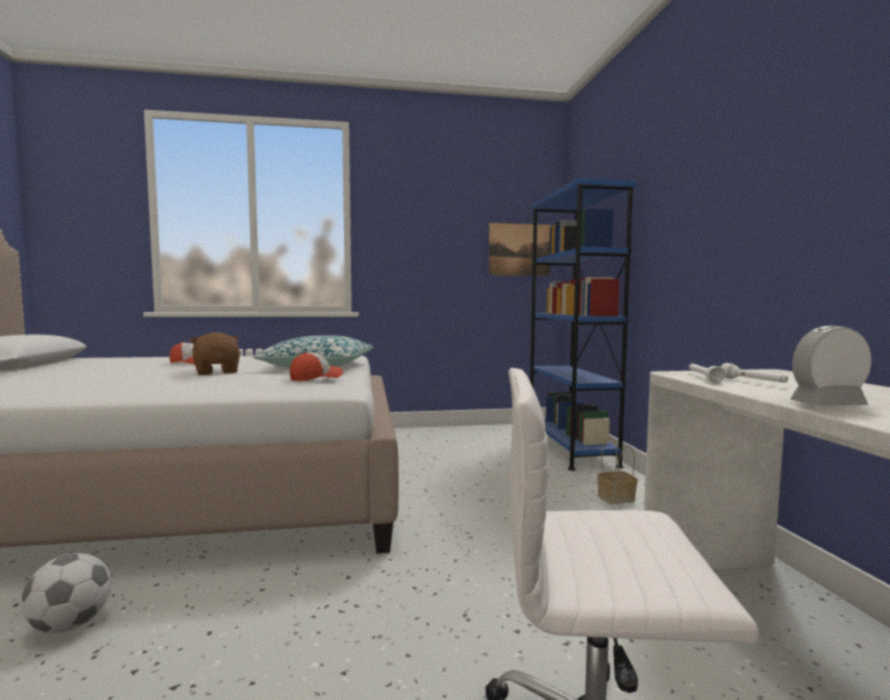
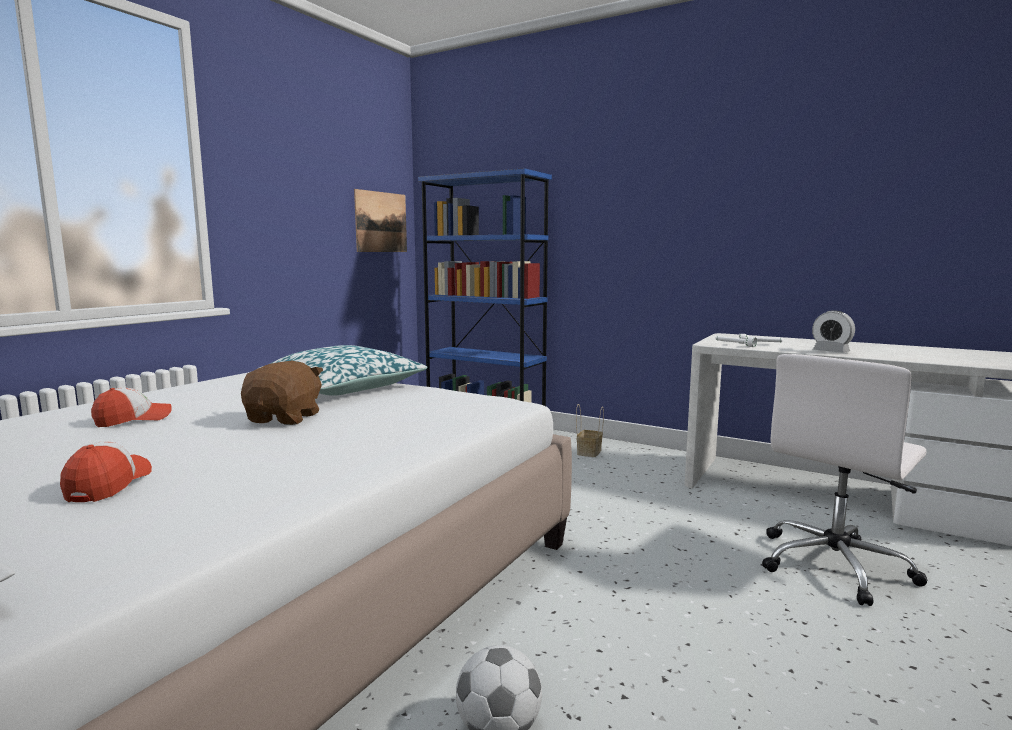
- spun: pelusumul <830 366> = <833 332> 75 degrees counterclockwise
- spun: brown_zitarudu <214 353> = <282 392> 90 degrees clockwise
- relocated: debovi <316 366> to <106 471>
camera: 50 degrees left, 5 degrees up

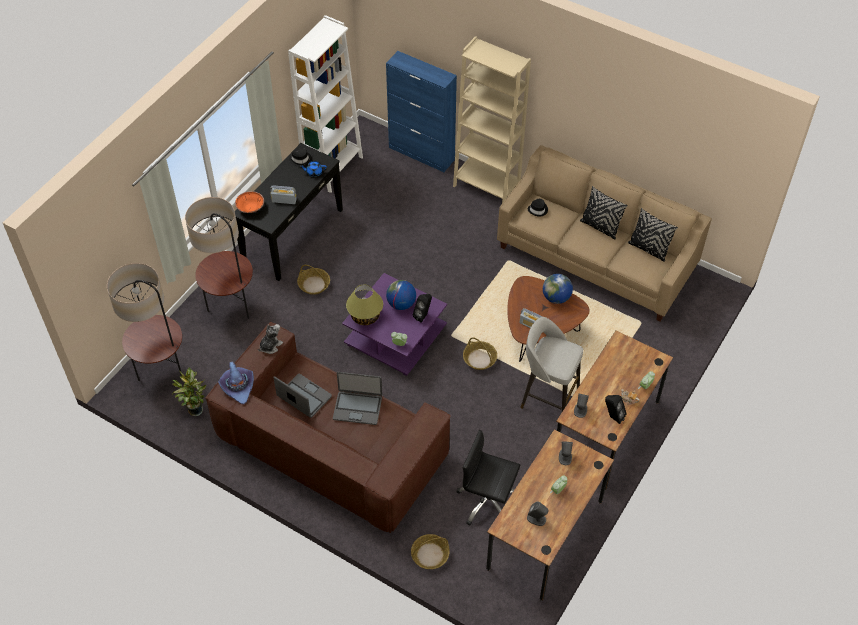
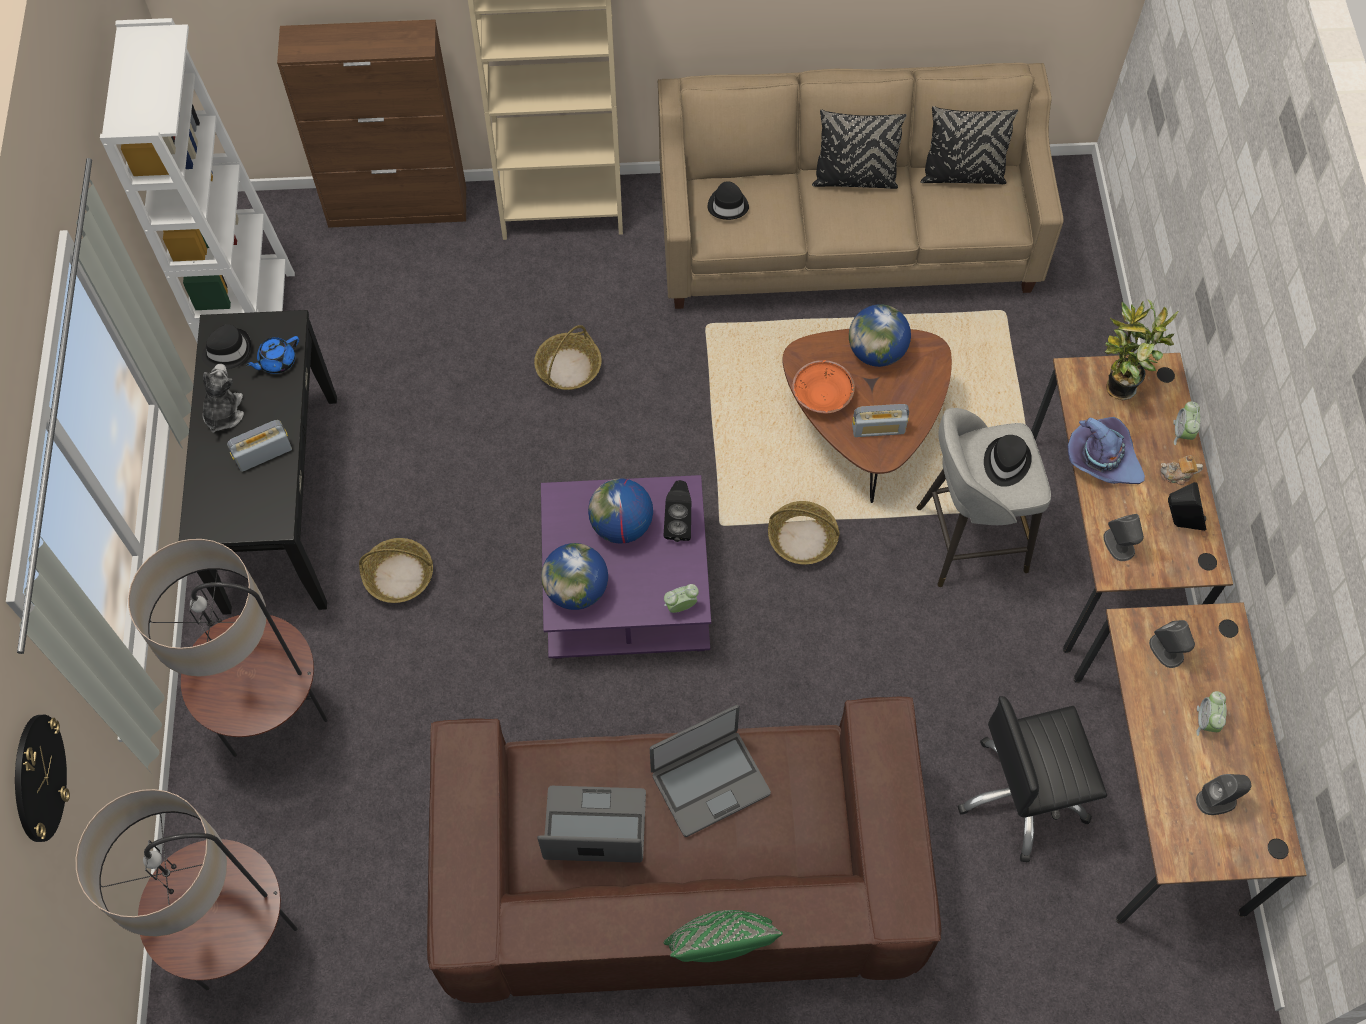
- colour: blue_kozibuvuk <421 111> to brown_kozibuvuk <371 123>
- relocated: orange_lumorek <249 202> to <823 386>
- exchanged: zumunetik <364 304> to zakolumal <574 576>
- relocated: zitarudu <270 339> to <223 398>
- relocated: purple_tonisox <236 382> to <1106 450>
- relocated: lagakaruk <189 391> to <1142 350>
- relocated: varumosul <430 551> to <568 357>
- appeared: black_tonisox <1008 461>
- appeared: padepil <42 778>
- appeared: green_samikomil <723 936>
camera: 35 degrees left, 10 degrees up

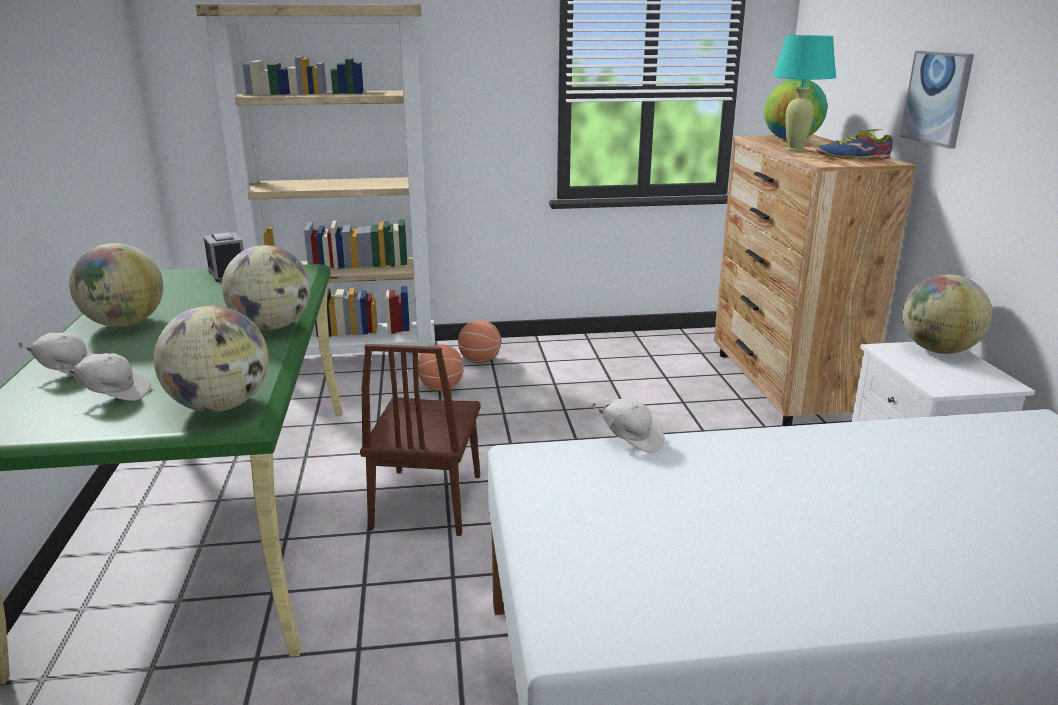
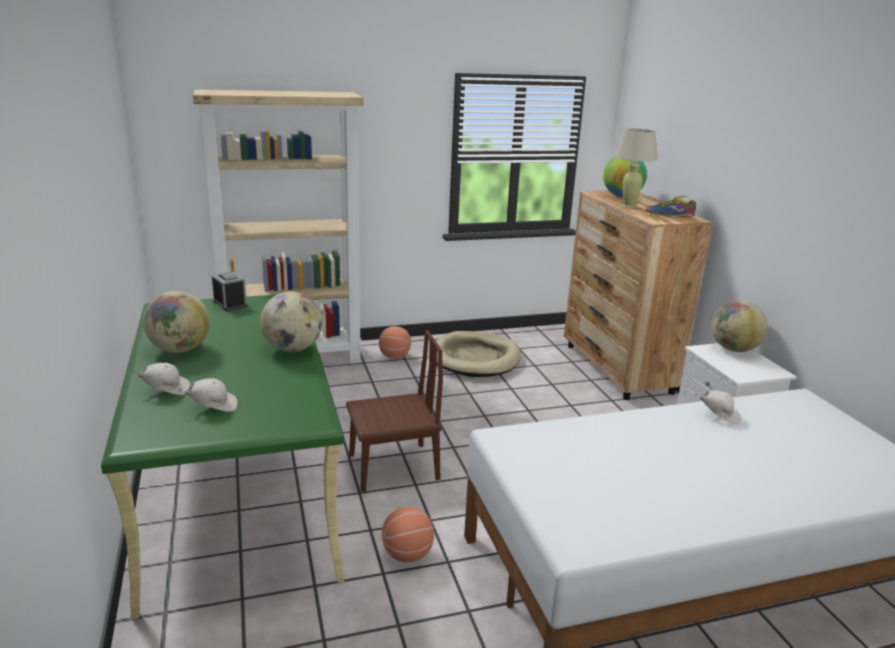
- colour: turquoise_zumunetik <804 93> to beige_zumunetik <636 168>
- missing: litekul <937 100>
- missing: zakolumal <211 359>
- spun: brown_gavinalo <420 440> = <394 411> 105 degrees counterclockwise
- relocated: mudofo <440 367> to <408 534>
- relocated: white_debovi <628 426> to <718 407>
- appeared: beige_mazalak <478 354>
camera: 10 degrees left, 0 degrees up

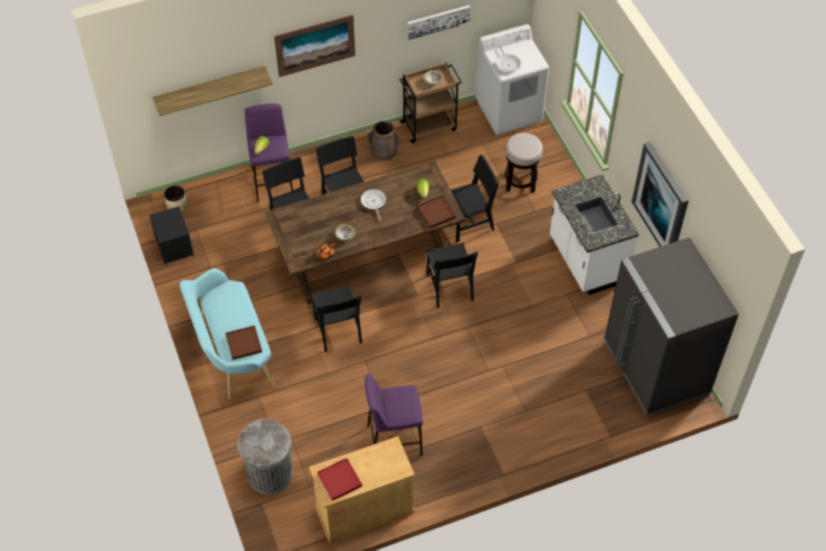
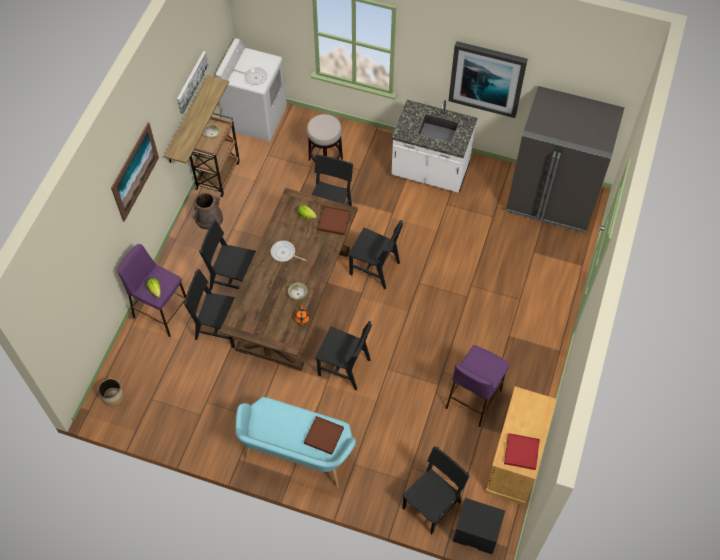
- relocated: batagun <213 91> to <196 119>
- relocated: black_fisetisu <171 236> to <479 526>
- exchanged: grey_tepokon <264 457> to black_gavinalo <436 490>
camera: 50 degrees left, 5 degrees up

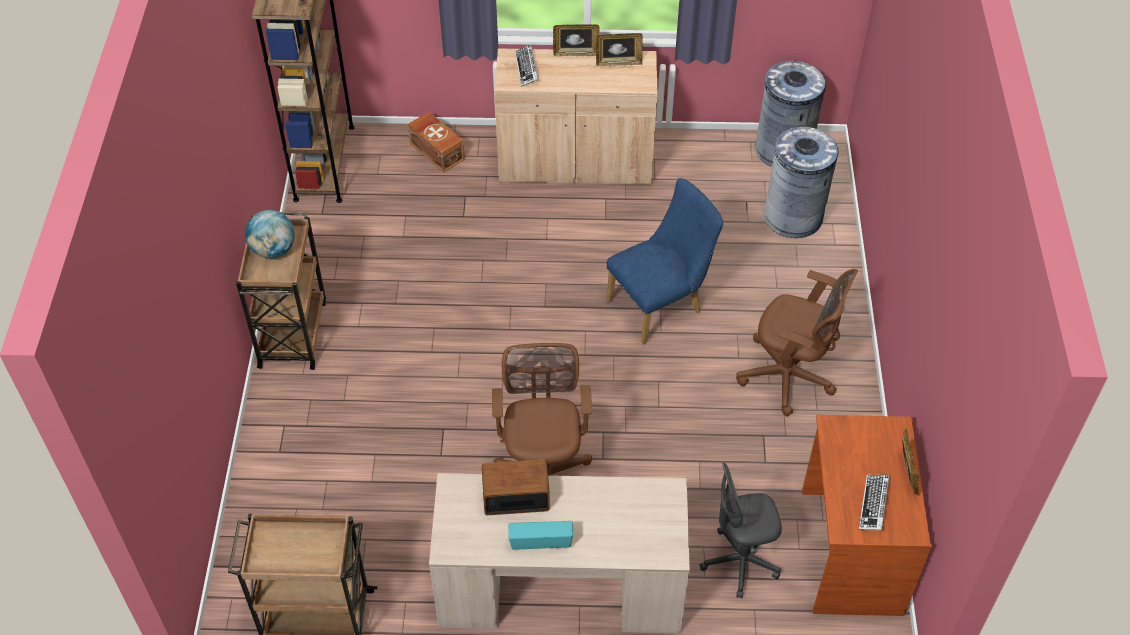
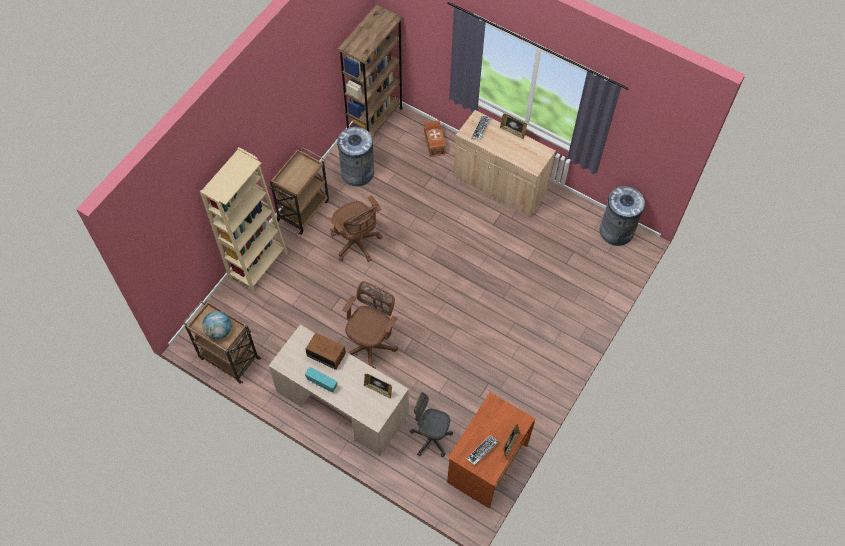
- relocated: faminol <619 49> to <378 386>
- relocated: grey_tepokon <800 182> to <355 156>
- missing: blue_gavinalo <665 261>
- relocated: zakolumal <270 234> to <216 325>
- relocated: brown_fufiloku <797 342> to <356 229>
- appeared: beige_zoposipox <244 220>
camera: 30 degrees right, 10 degrees up

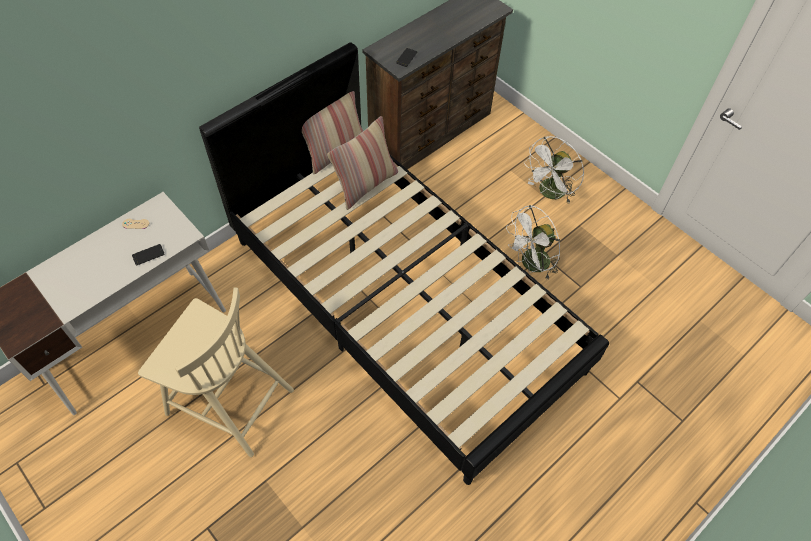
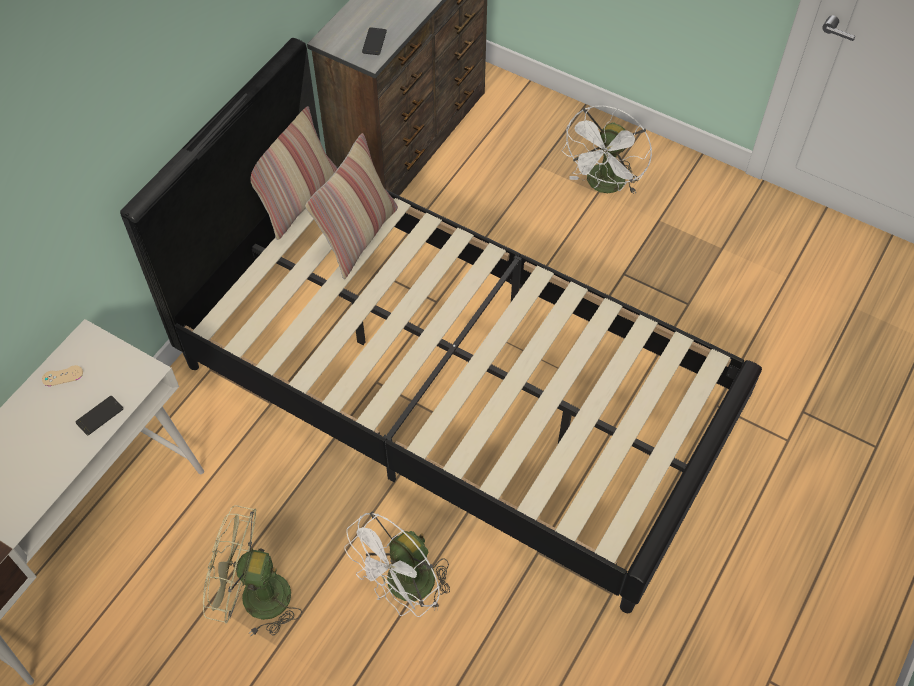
- relocated: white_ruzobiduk <533 242> to <397 564>
- exchanged: beige_gavinalo <216 372> to green_ruzobiduk <252 570>
camera: 15 degrees left, 0 degrees up

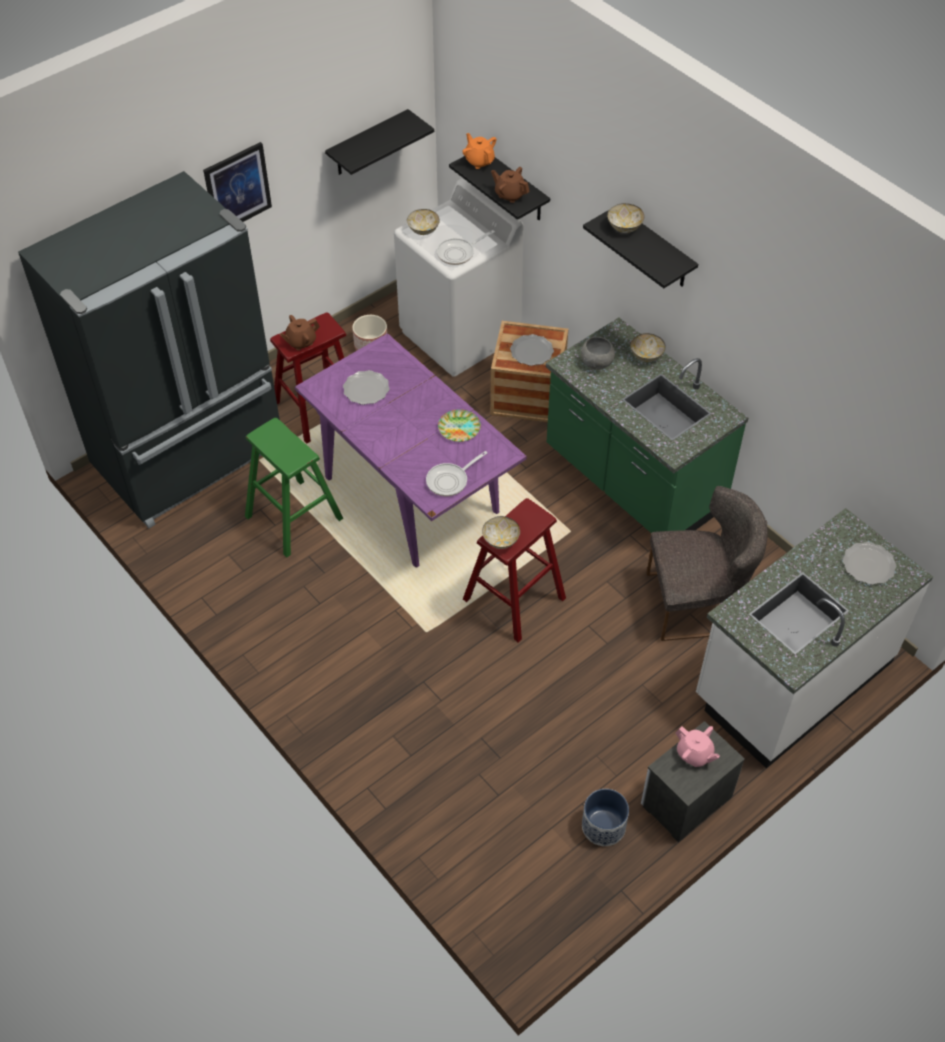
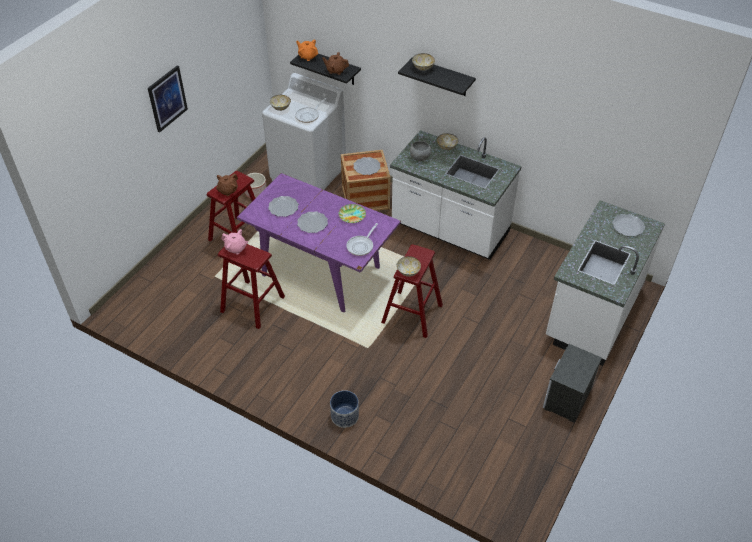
- missing: black_batagun <379 142>
- missing: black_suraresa <149 349>
- colour: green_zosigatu <647 425> to white_zosigatu <456 195>
- colour: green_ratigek <294 488> to red_ratigek <251 286>
- missing: grey_gavinalo <707 563>
- relocated: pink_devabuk <697 746> to <234 242>
- relocated: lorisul <605 817> to <344 409>
- appeared: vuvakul <312 222>
camera: 20 degrees left, 5 degrees down

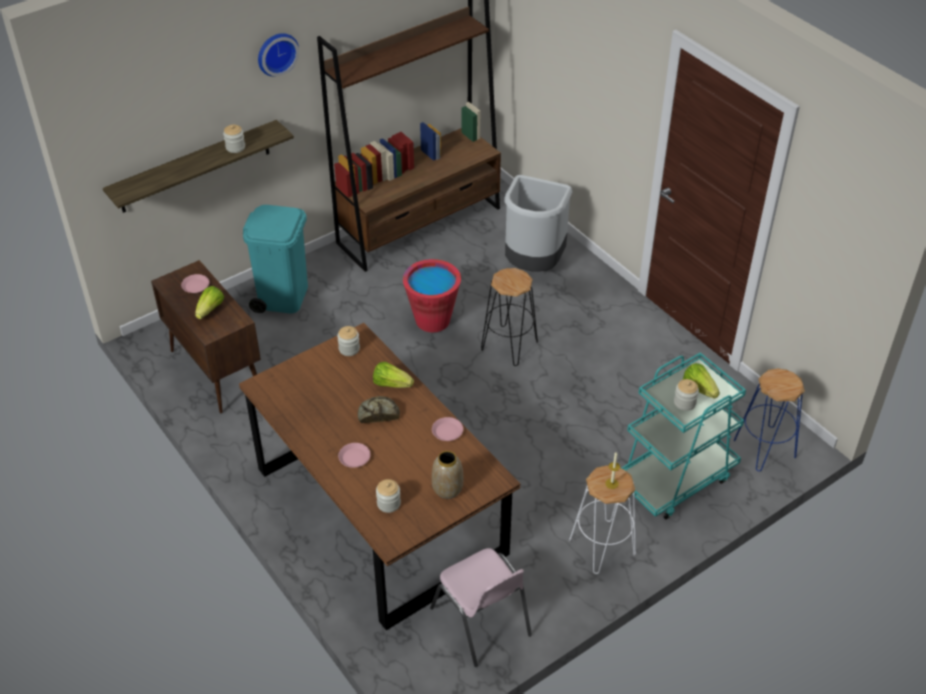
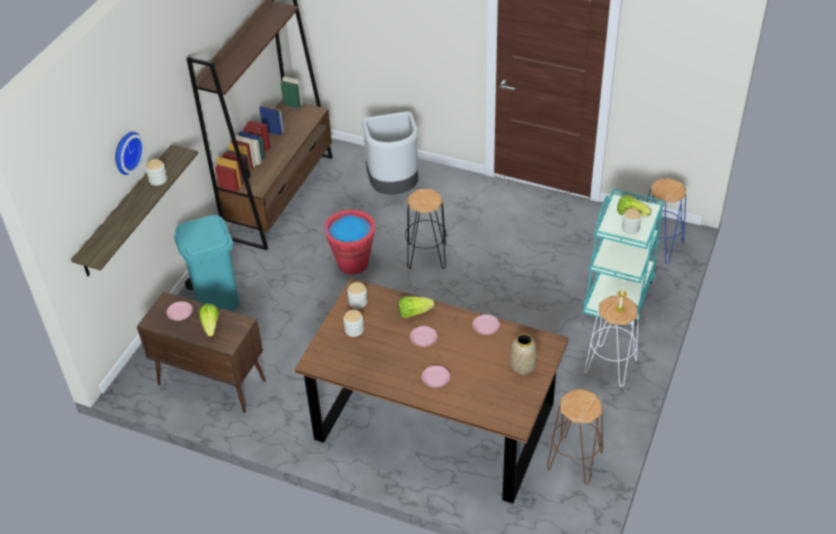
- relocated: padepil <278 55> to <130 153>
- exchanged: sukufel <379 409> to pink_vuvakul <423 336>
- relocated: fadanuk <388 496> to <353 323>
- exchanged: pink_gavinalo <481 607> to brown_ratigek <575 436>
camera: 30 degrees left, 0 degrees up

